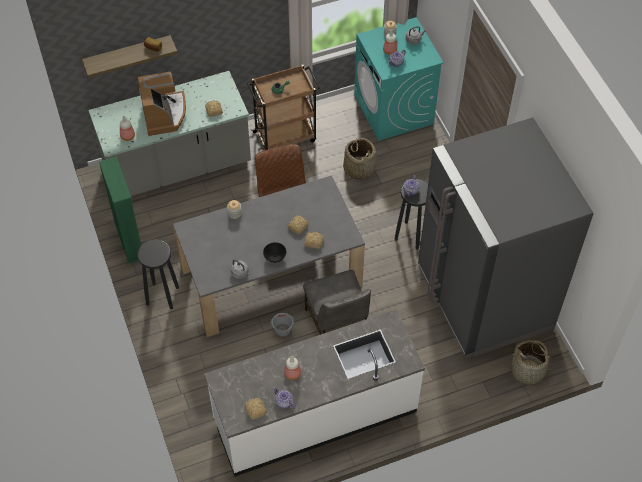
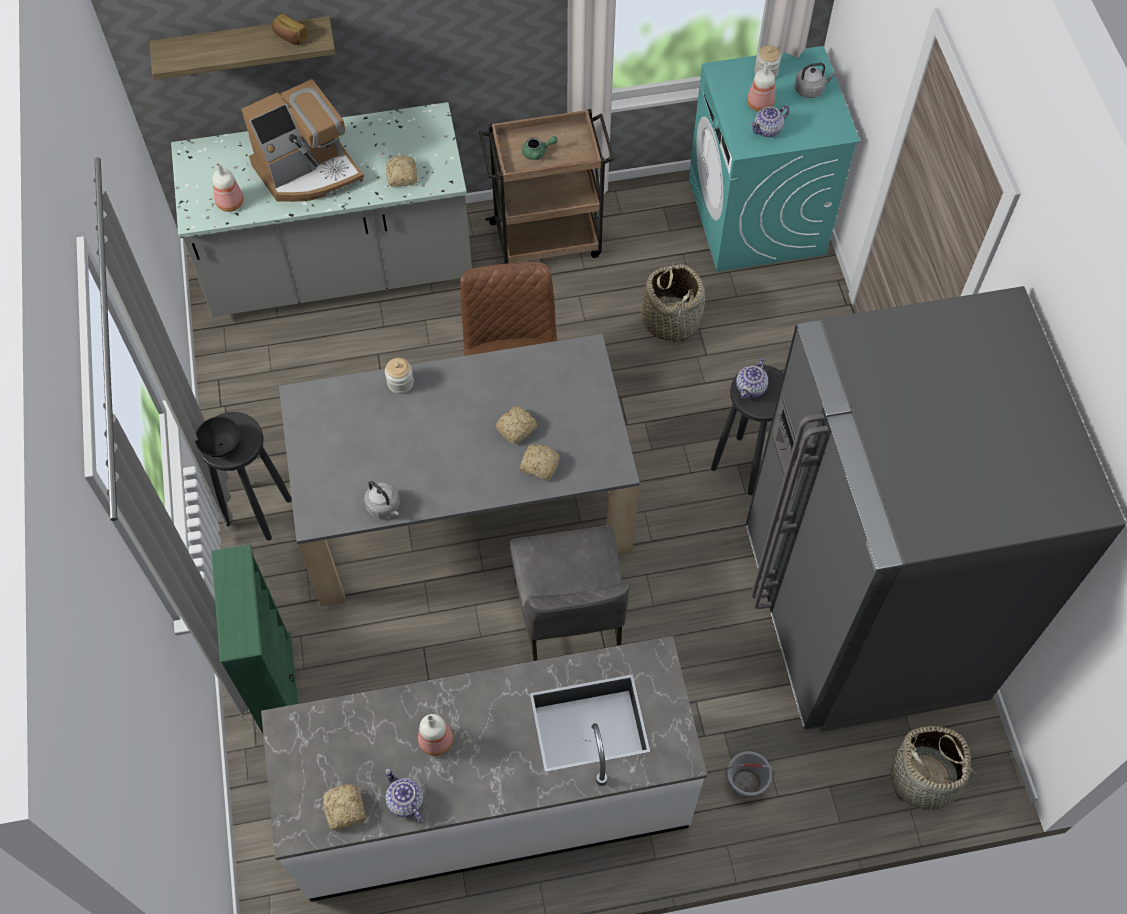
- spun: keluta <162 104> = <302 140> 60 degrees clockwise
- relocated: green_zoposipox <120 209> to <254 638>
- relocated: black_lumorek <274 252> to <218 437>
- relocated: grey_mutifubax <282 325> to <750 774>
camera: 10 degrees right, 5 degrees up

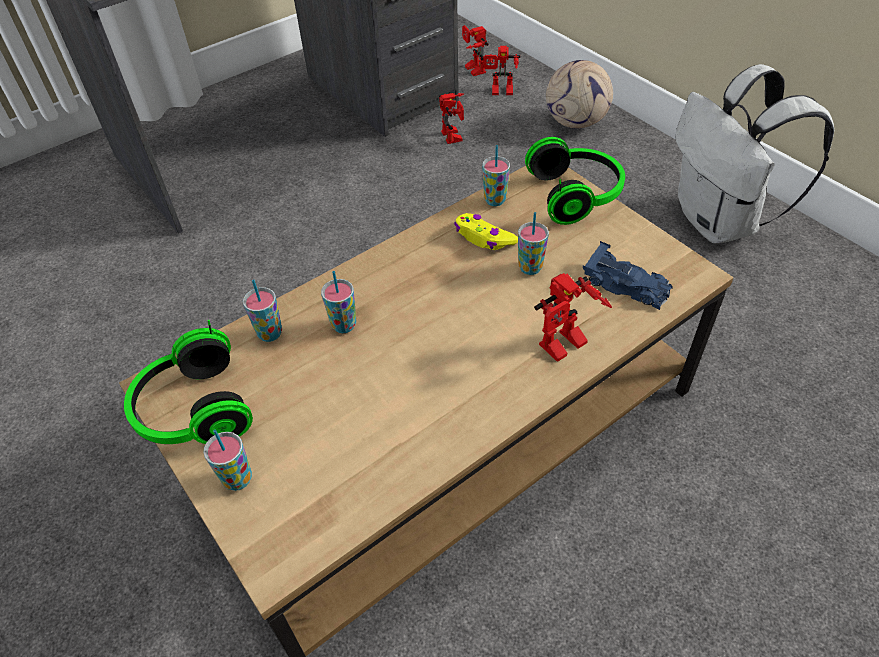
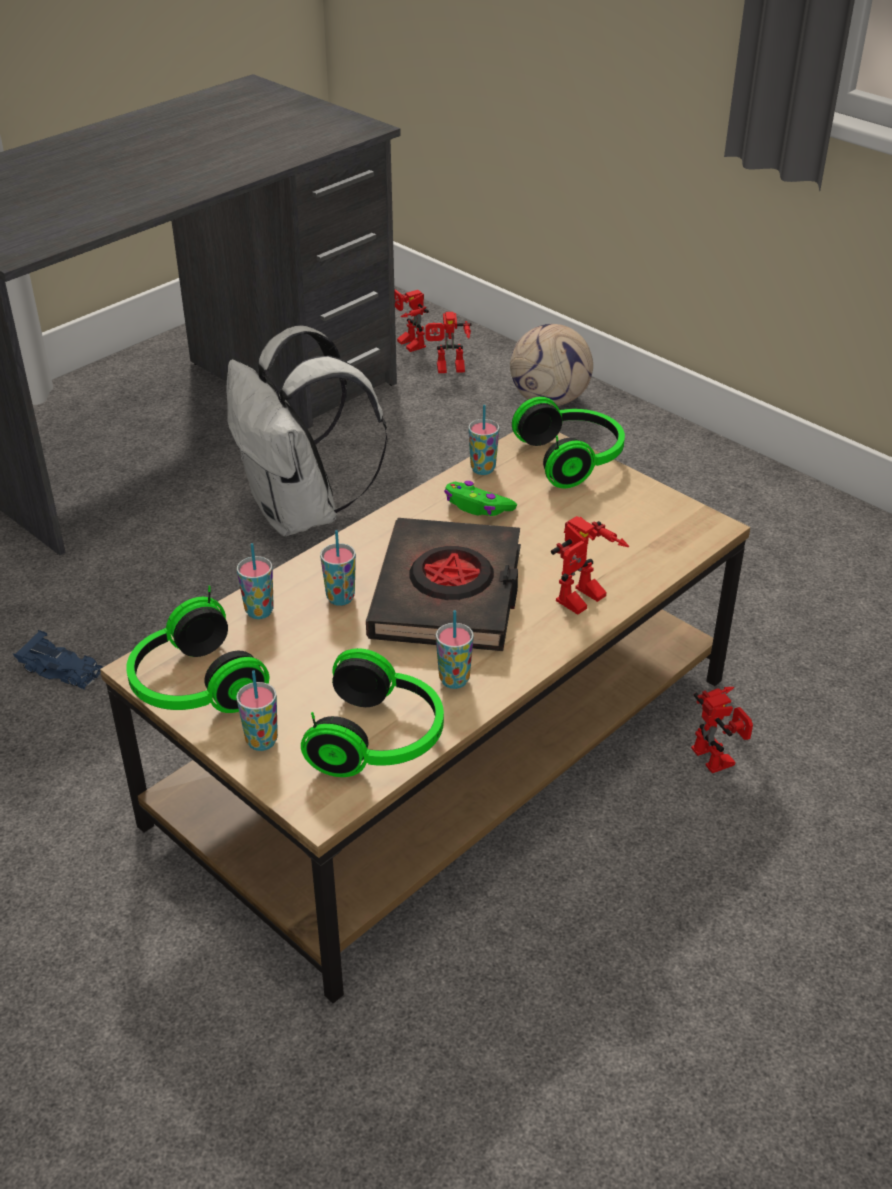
- relocated: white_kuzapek <755 154> to <307 430>
- relocated: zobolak <451 118> to <722 730>
- relocated: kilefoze <533 243> to <455 649>
- colour: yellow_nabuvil <486 231> to green_nabuvil <480 498>
- relocated: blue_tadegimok <628 275> to <58 660>
- appeared: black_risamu <443 584>
- appeared: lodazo <372 712>
camera: 10 degrees left, 10 degrees down

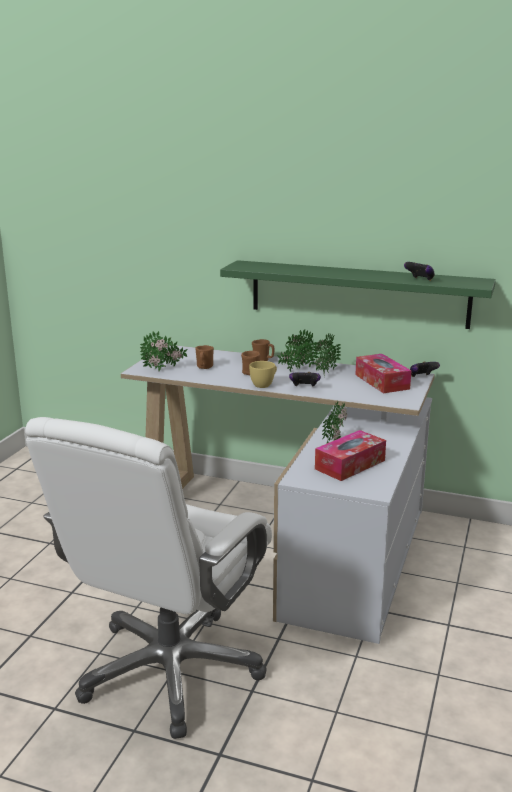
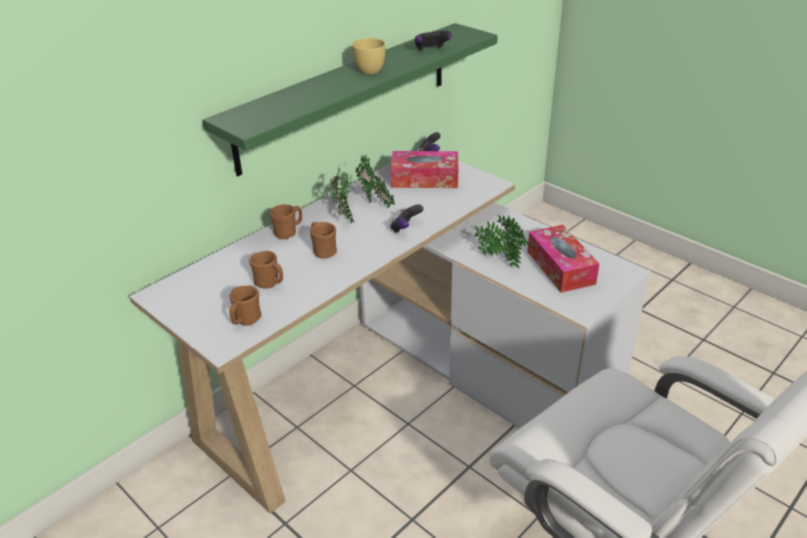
- exchanged: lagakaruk <163 351> to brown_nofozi <245 306>
- relocated: yellow_kilefoze <263 374> to <369 56>
camera: 65 degrees left, 15 degrees up

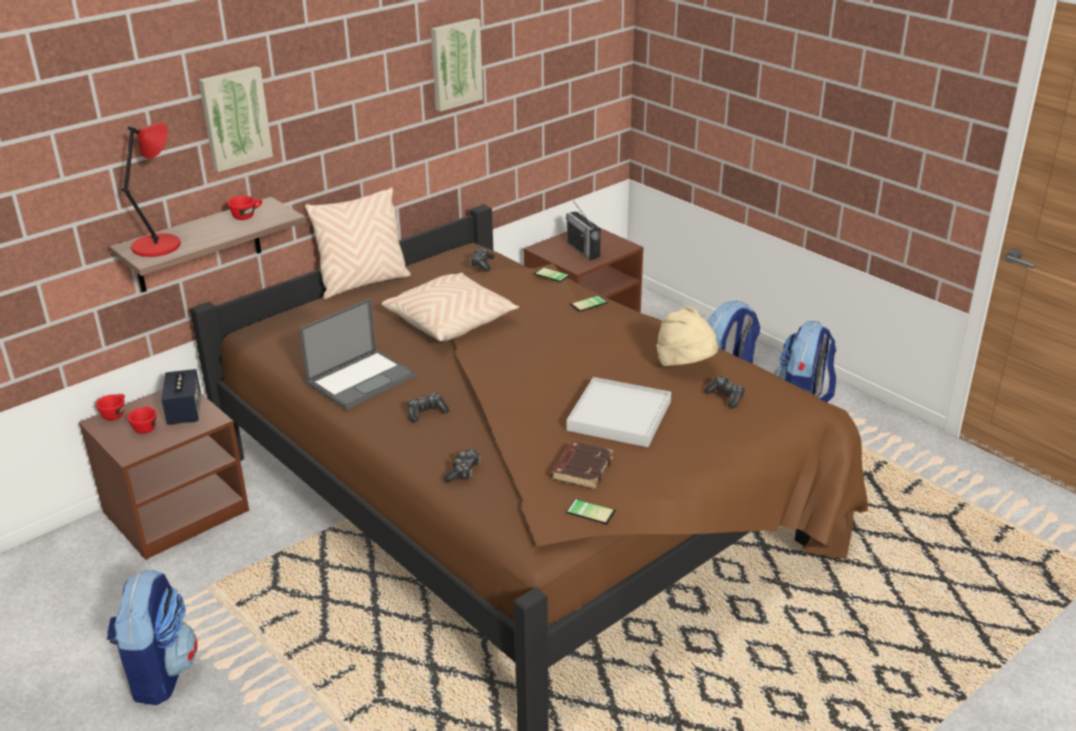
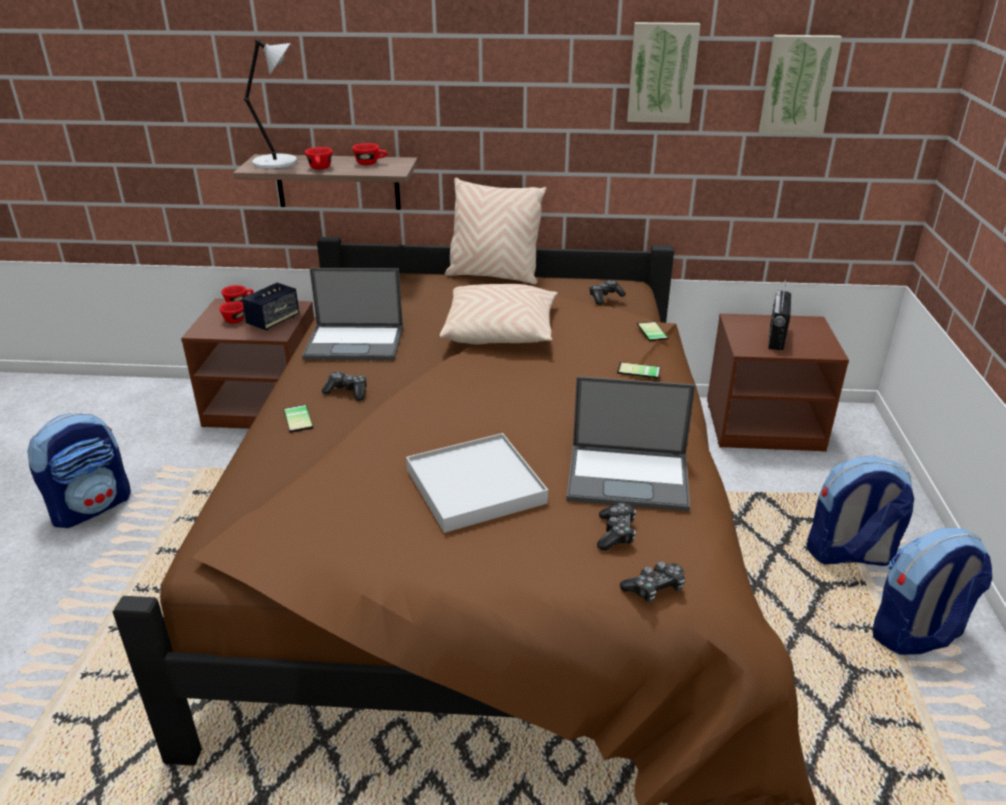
- relocated: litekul <236 119> to <800 85>
- colour: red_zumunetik <151 189> to grey_zumunetik <270 104>
- exchanged: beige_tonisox <687 336> to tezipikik <630 444>
- missing: brown_risamu <582 465>
- relocated: nabuvil <462 466> to <652 581>
- relocated: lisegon <591 511> to <298 419>
- appeared: red_kilefoze <318 158>
camera: 45 degrees right, 0 degrees up

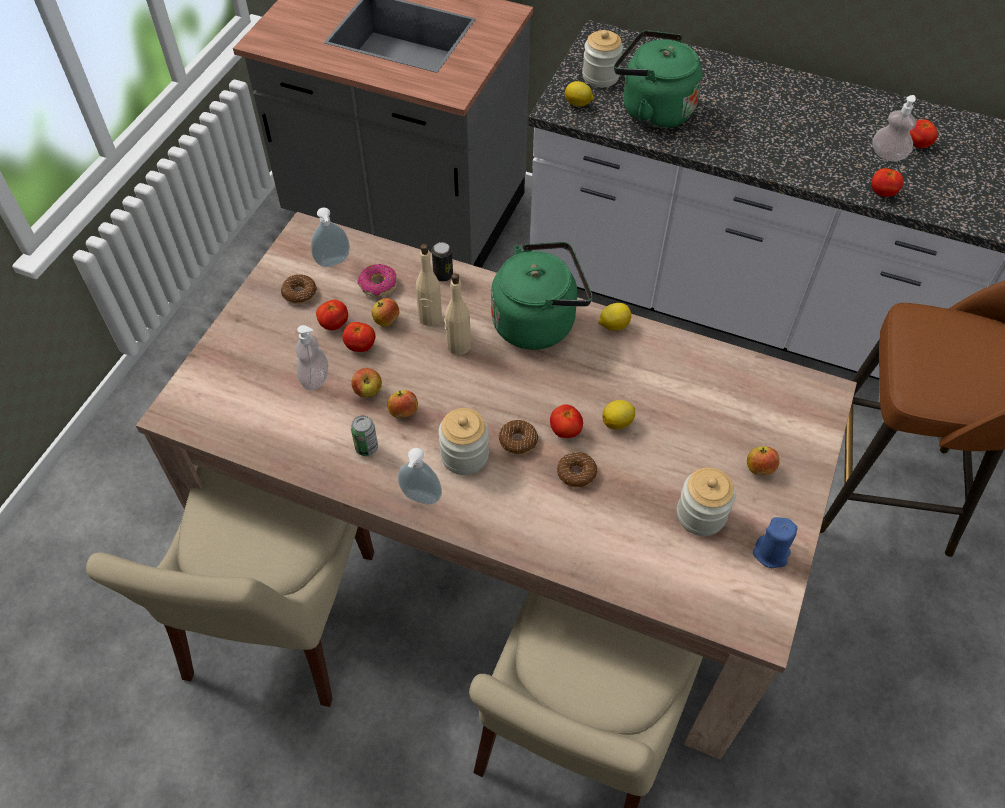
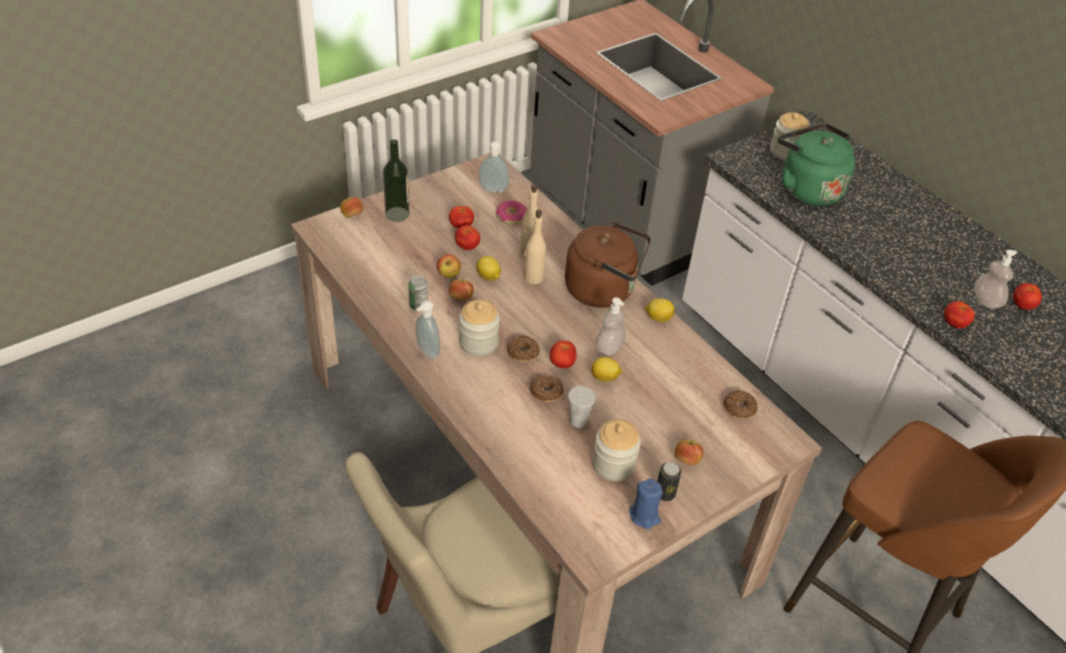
- relocated: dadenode <579 94> to <488 268>
- relocated: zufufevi <442 261> to <669 481>
- colour: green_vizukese <541 296> to brown_vizukese <608 264>
- relocated: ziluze <299 289> to <741 404>
- relocated: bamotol <385 312> to <351 207>
- relocated: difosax <312 357> to <611 326>
- missing: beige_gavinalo <230 586>
- appeared: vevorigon <396 180>
- appeared: white_kilefoze <582 407>
camera: 30 degrees right, 10 degrees down

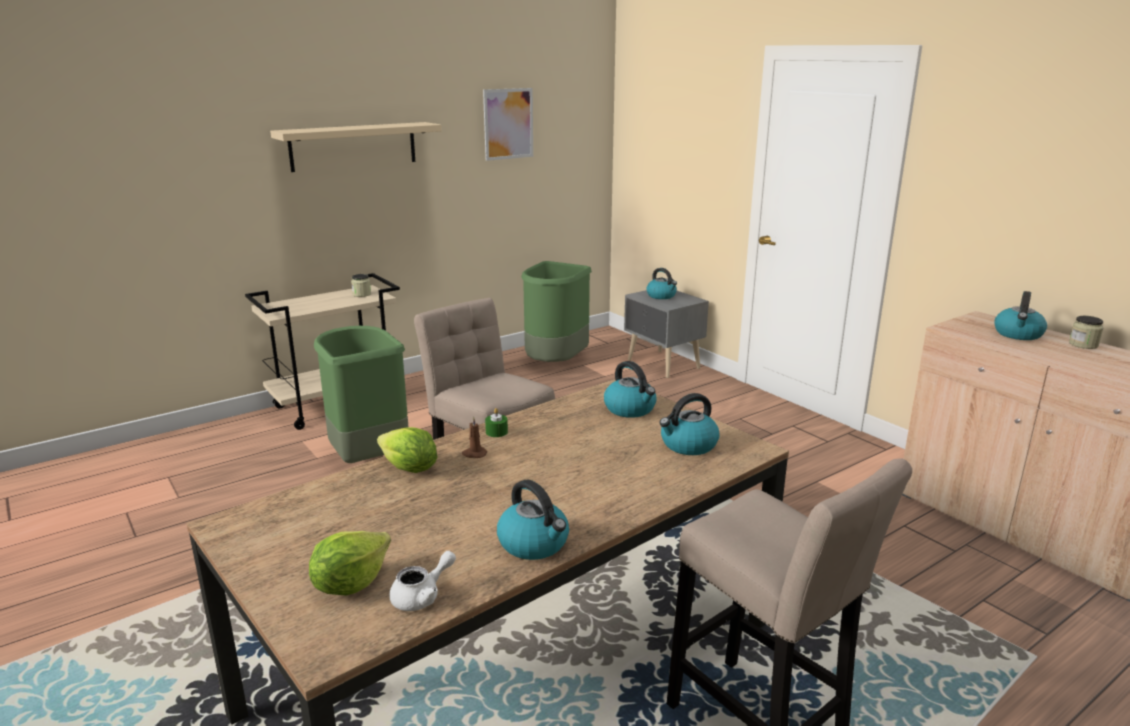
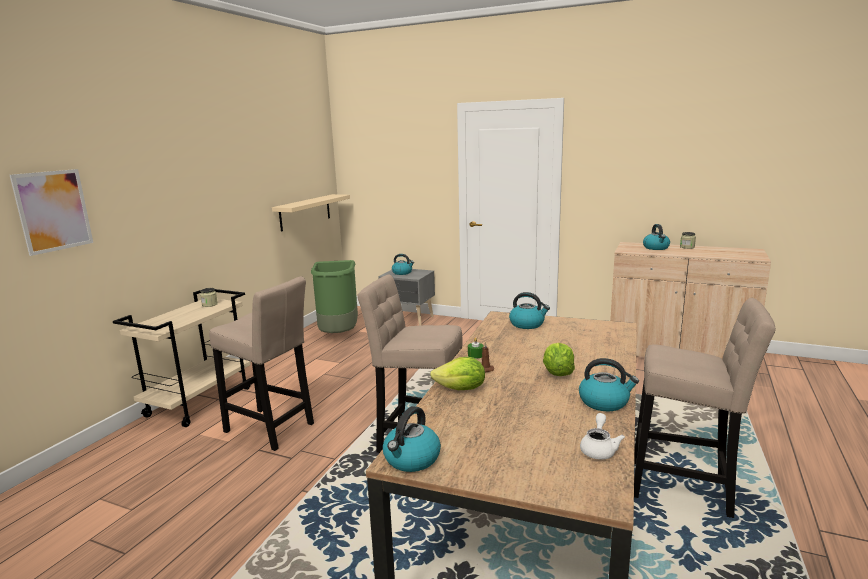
- relocated: litekul <508 124> to <51 212>
- relocated: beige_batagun <356 147> to <311 213>
- exchanged: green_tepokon <361 394> to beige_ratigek <261 363>
- relocated: vizukese <690 424> to <412 439>
- relocated: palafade <350 563> to <559 359>
camera: 30 degrees left, 5 degrees down

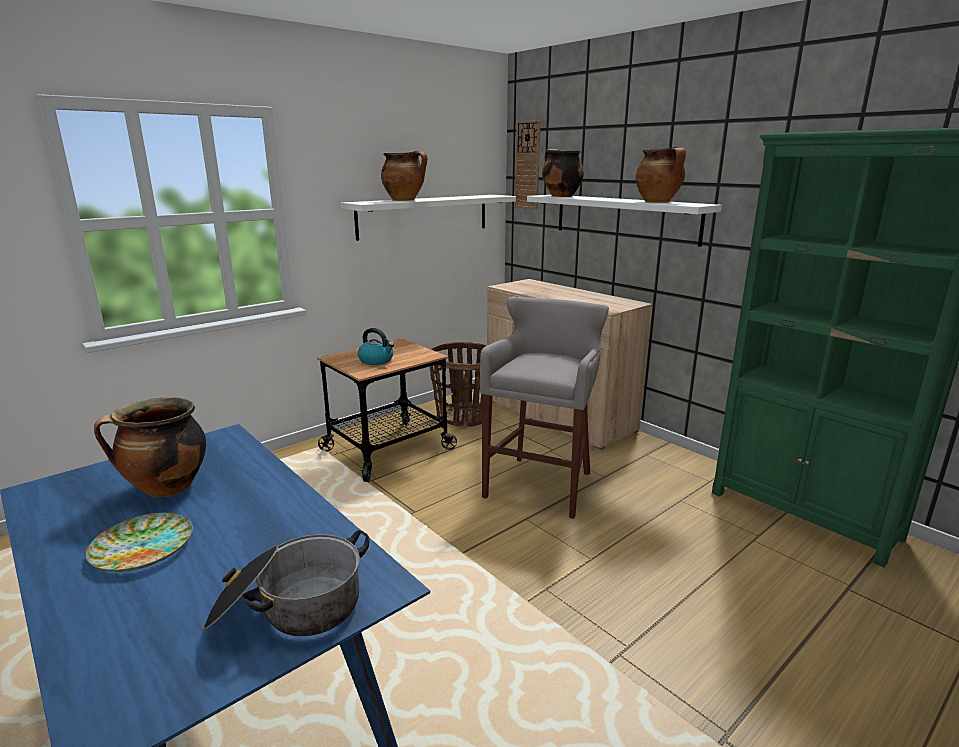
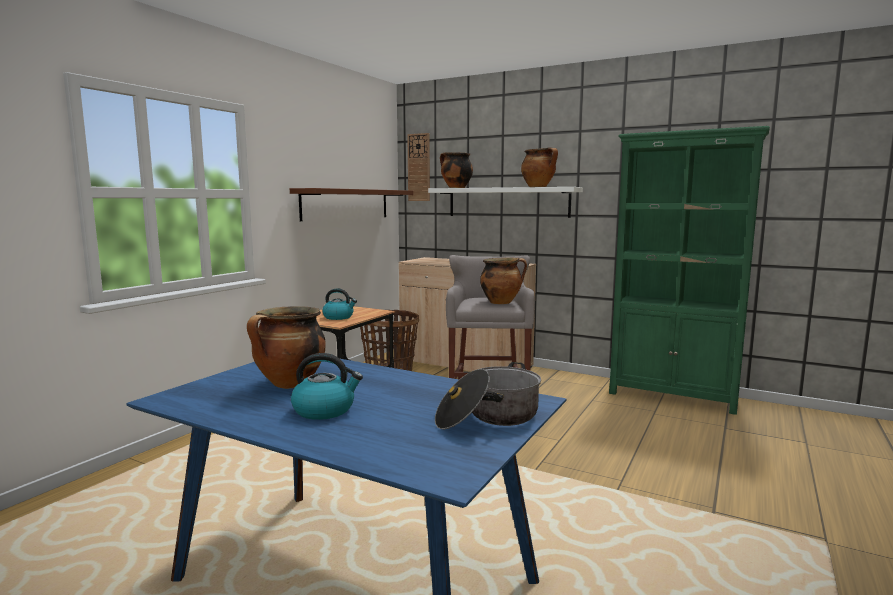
- relocated: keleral <404 176> to <503 280>
- colour: white_batagun <428 218> to brown_batagun <351 204>
- exchanged: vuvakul <139 542> to vizukese <327 386>
camera: 20 degrees left, 10 degrees down

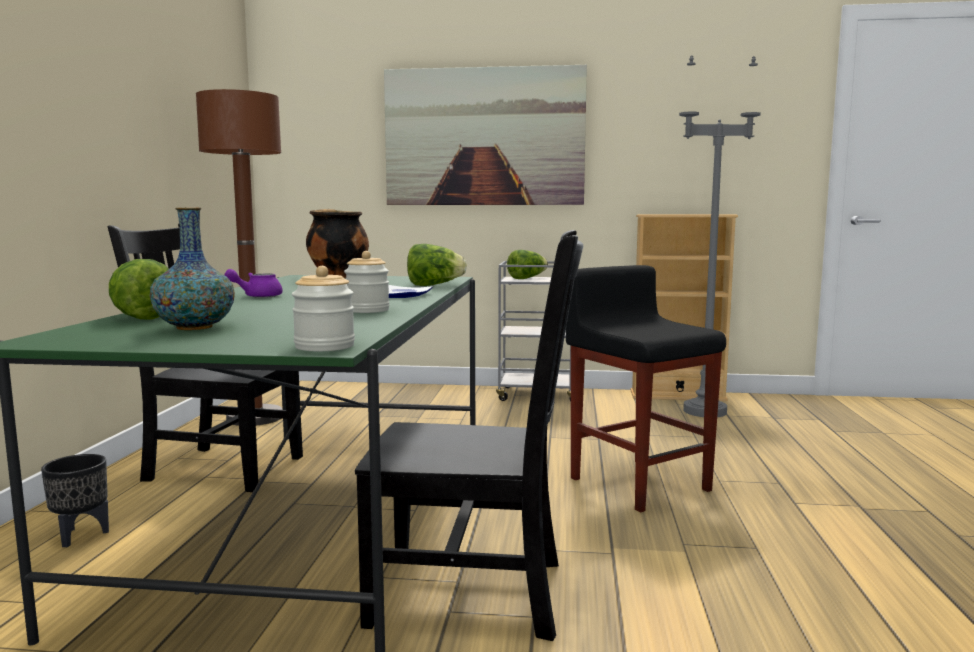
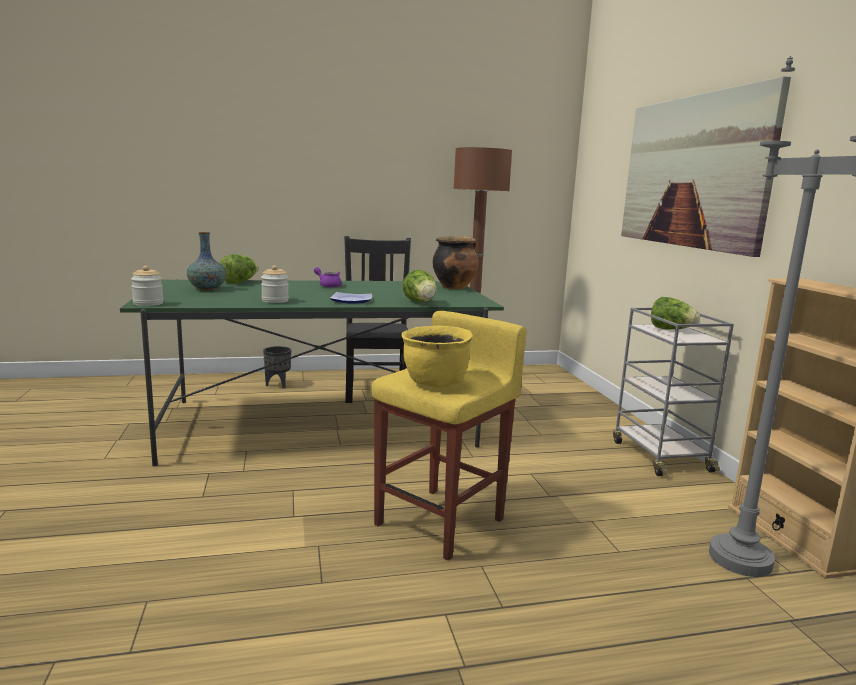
- missing: black_gavinalo <469 435>
- colour: black_ratigek <646 388> to yellow_ratigek <449 436>
- appeared: yellow_keleral <437 356>
camera: 70 degrees right, 5 degrees up

